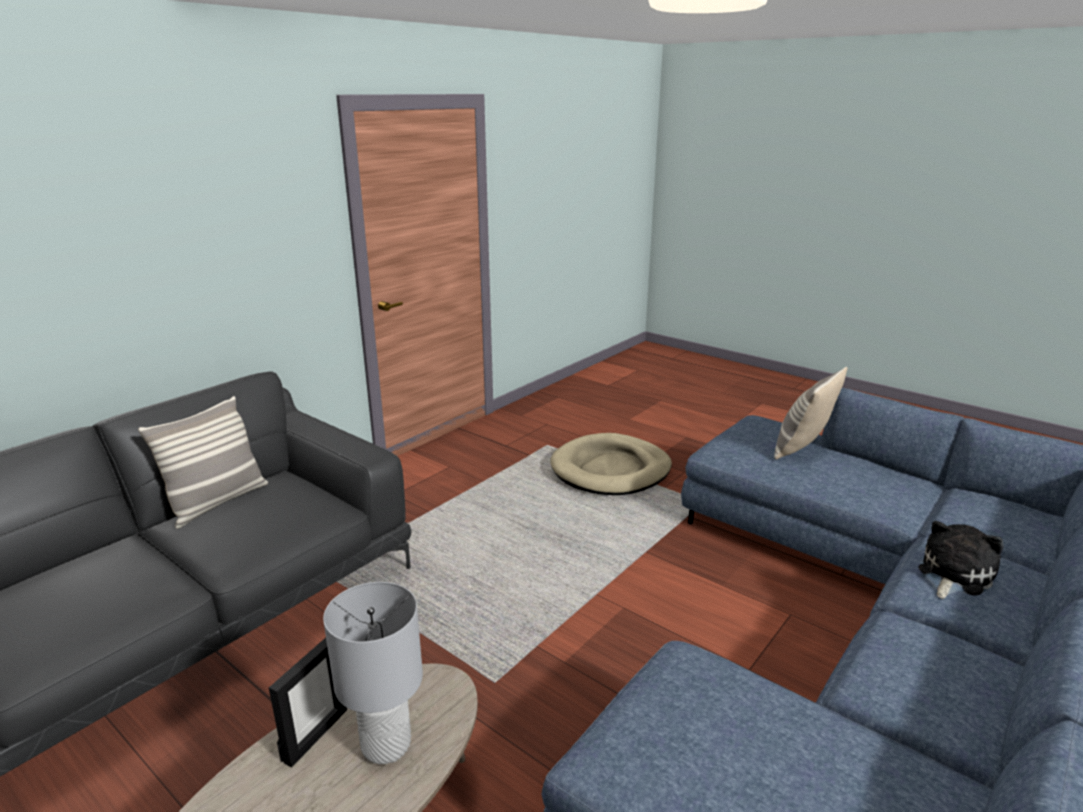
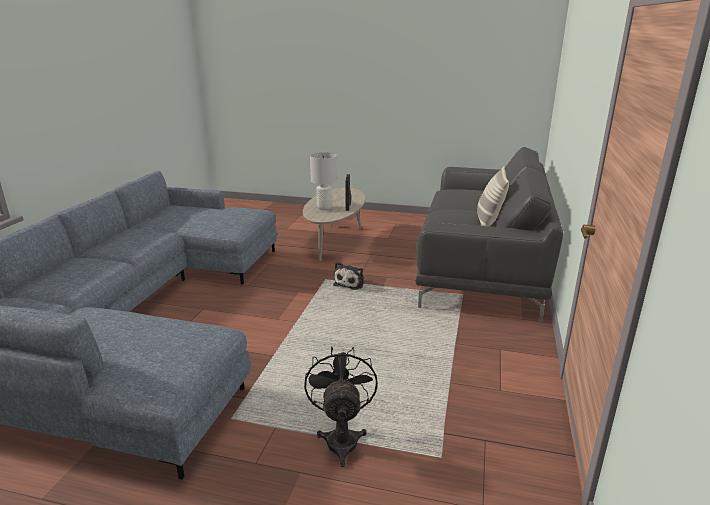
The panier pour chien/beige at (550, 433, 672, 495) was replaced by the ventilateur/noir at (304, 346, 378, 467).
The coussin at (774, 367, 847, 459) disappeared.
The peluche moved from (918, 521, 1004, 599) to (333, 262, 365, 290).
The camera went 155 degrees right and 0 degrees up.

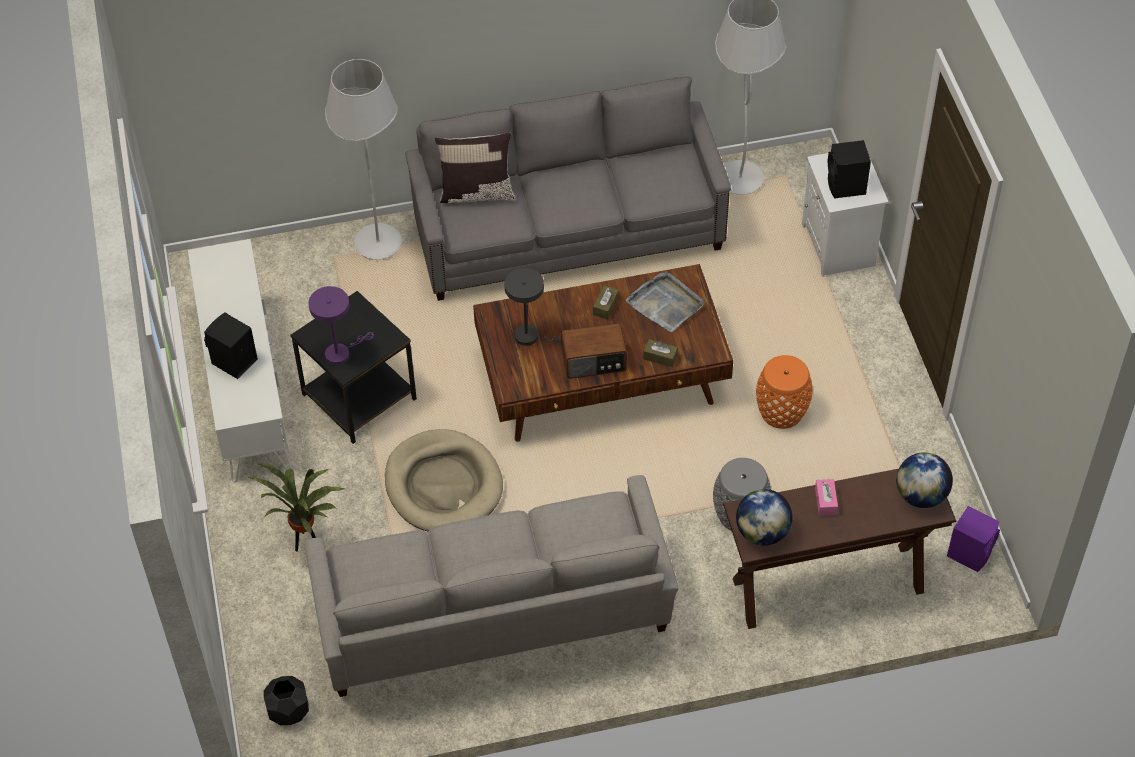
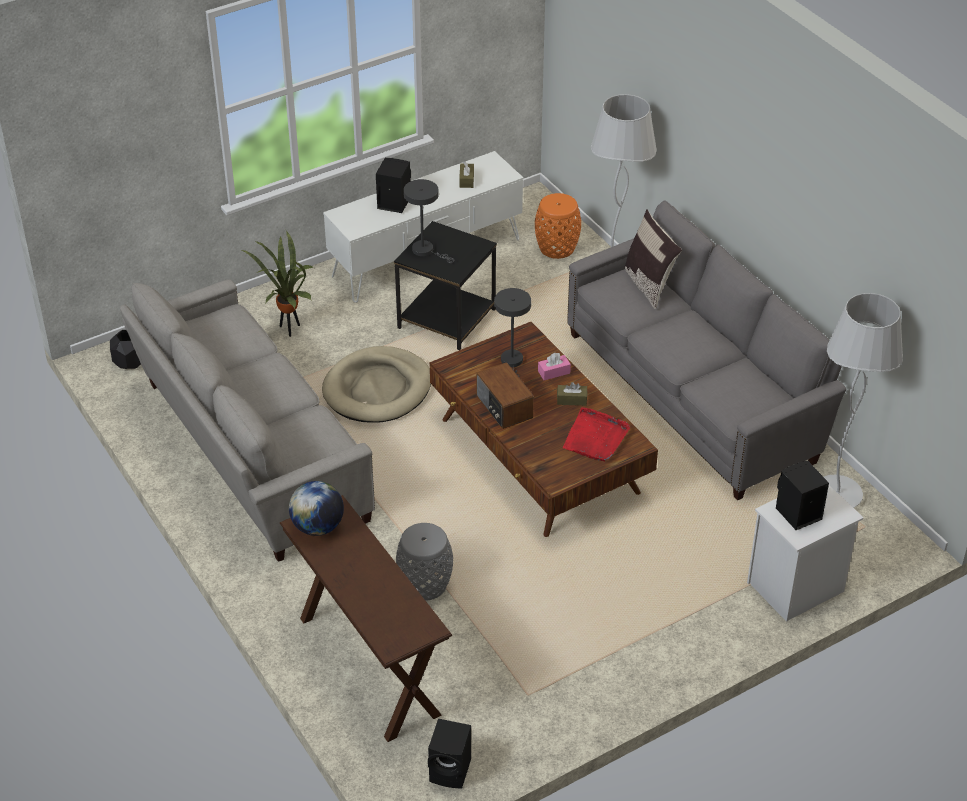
The lampe de table/violet at (308, 286, 374, 365) became the lampe de table/gris at (403, 179, 454, 263).
The plateau/gris at (625, 272, 704, 332) became the plateau/rouge at (563, 407, 630, 461).
The boîte à mouchoirs/marron moved from (643, 339, 678, 367) to (459, 161, 474, 188).
The tabouret/orange moved from (756, 355, 813, 429) to (535, 193, 581, 259).
The boîte à mouchoirs/rose moved from (815, 479, 838, 516) to (538, 353, 571, 380).
The globe at (896, 452, 953, 508) disappeared.
The enceinte/violet at (947, 506, 1000, 572) became the enceinte/noir at (428, 719, 471, 788).
The camera went 70 degrees right and 10 degrees down.

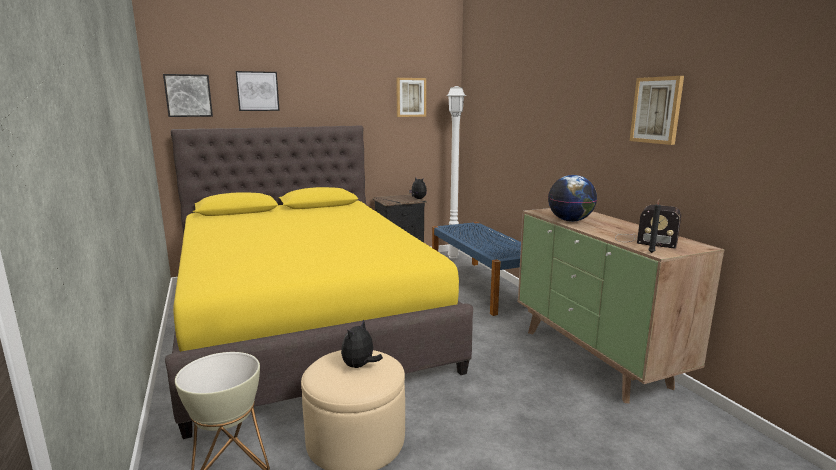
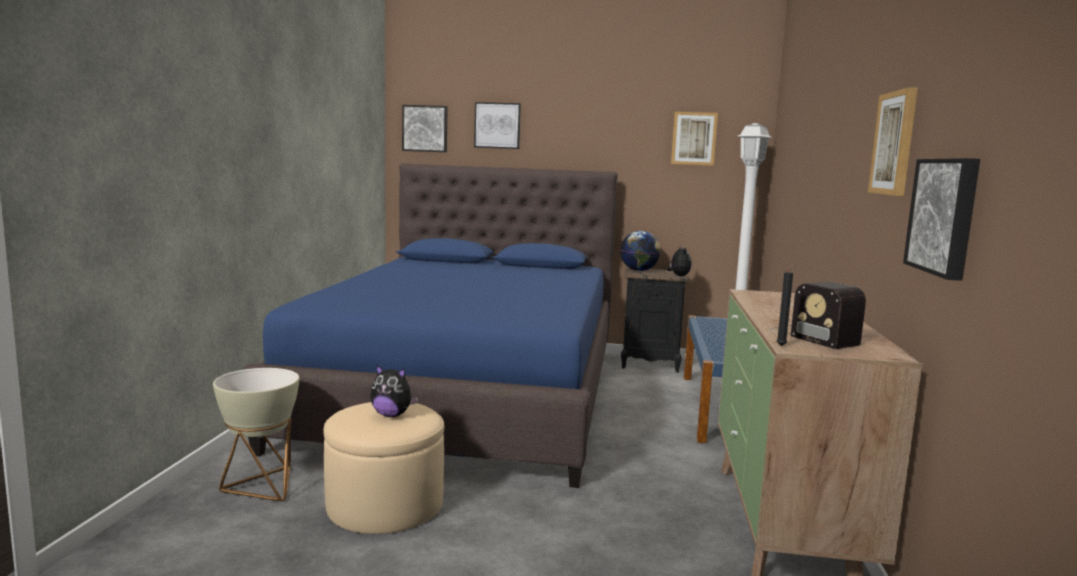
The lit/jaune at (165, 125, 473, 439) became the lit/bleu at (243, 163, 618, 488).
The peluche at (341, 320, 383, 368) turned 135 degrees counterclockwise.
The globe moved from (548, 175, 597, 222) to (620, 231, 661, 271).
The tableau at (903, 158, 980, 281) appeared.
The camera went 30 degrees right and 5 degrees down.

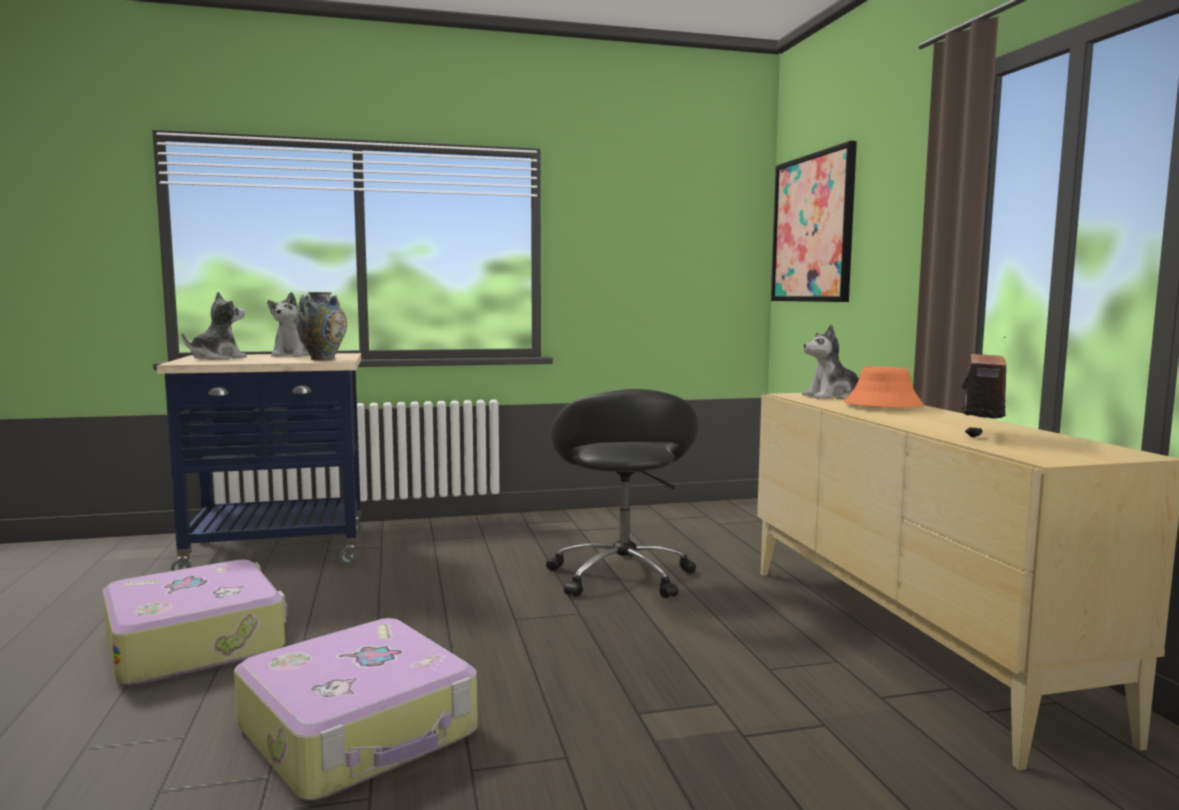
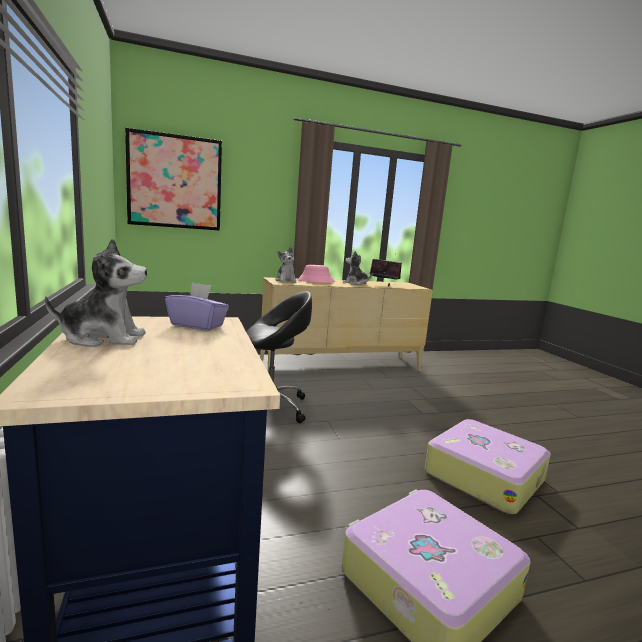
The peluche moved from (182, 292, 247, 360) to (343, 251, 372, 285).
The vase at (296, 292, 347, 360) was replaced by the boîte à mouchoirs/violet at (165, 282, 229, 331).
The chapeau/orange at (844, 367, 924, 408) became the chapeau/rose at (297, 265, 335, 283).
The camera went 95 degrees left and 5 degrees up.

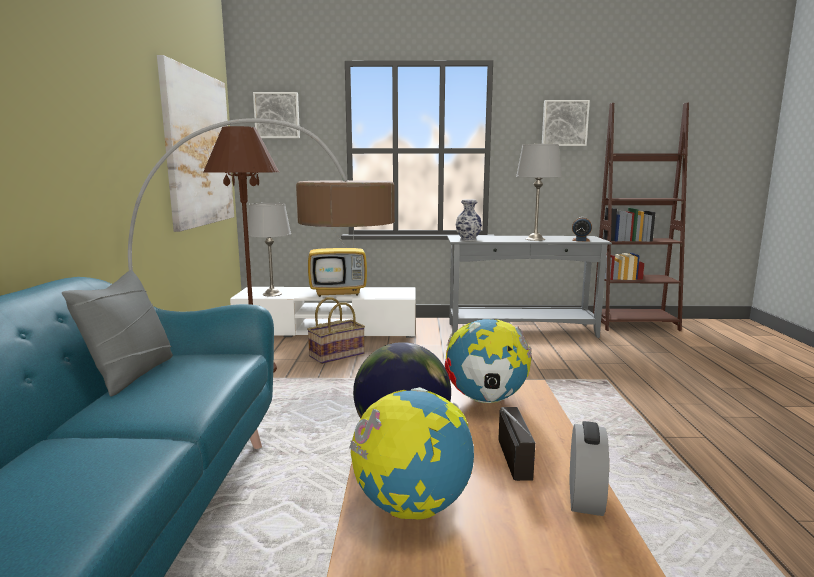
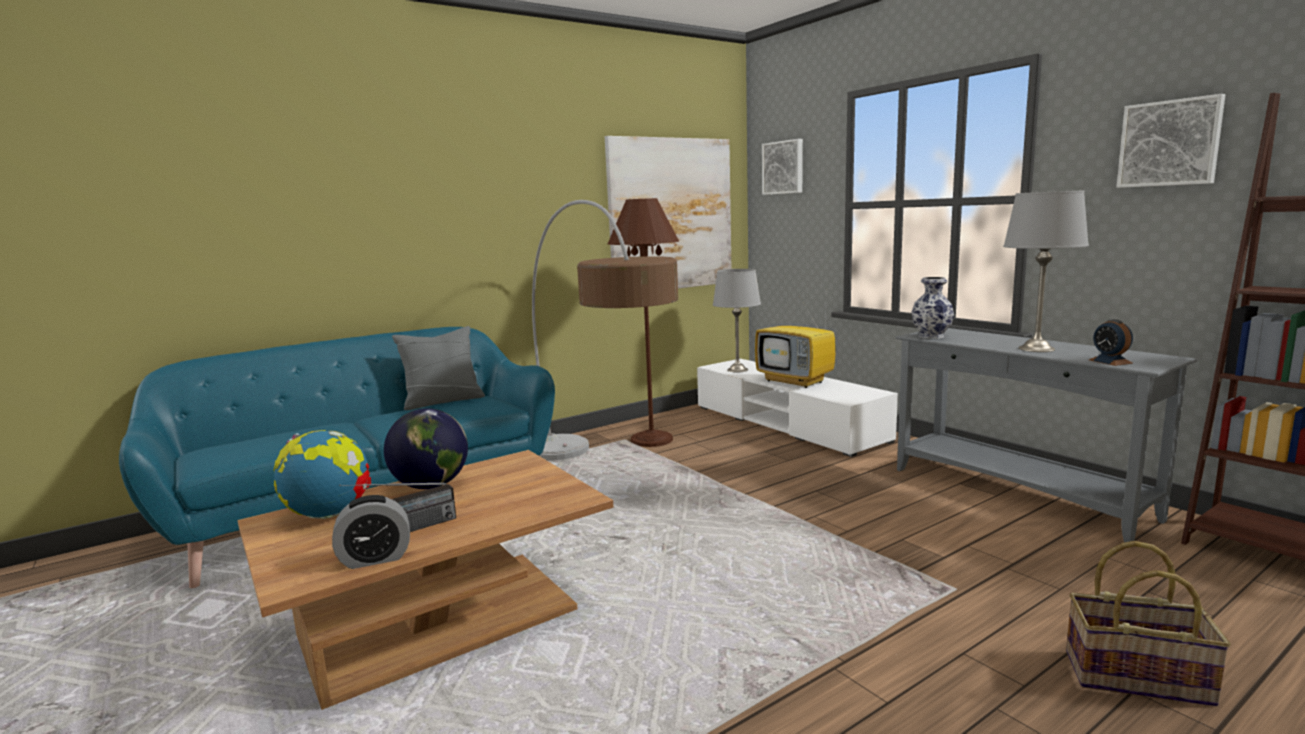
The panier moved from (307, 297, 365, 364) to (1066, 541, 1231, 706).
The globe at (444, 319, 532, 403) disappeared.
The camera went 55 degrees right and 0 degrees up.

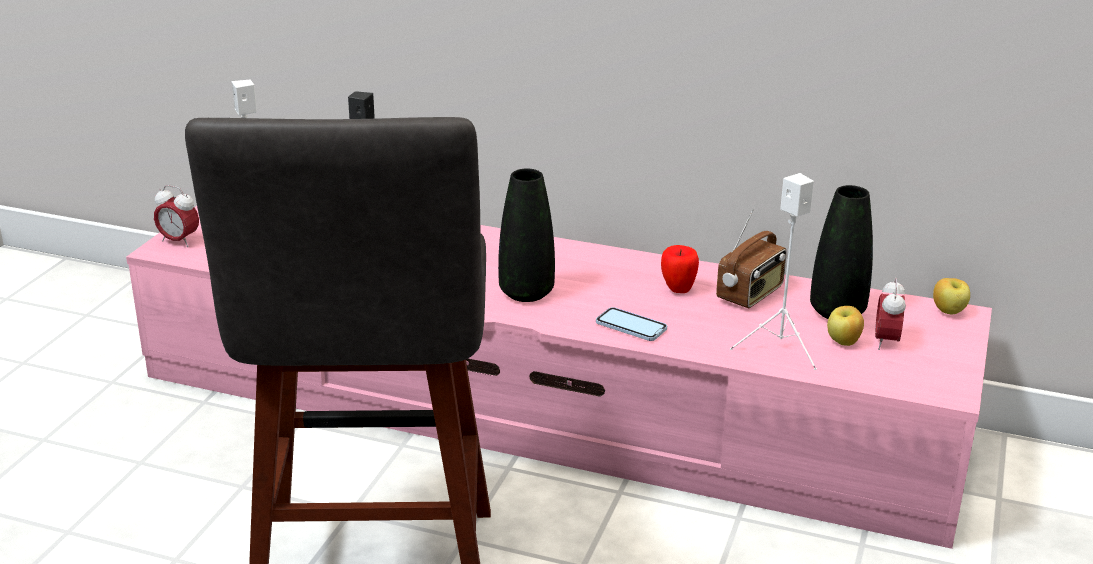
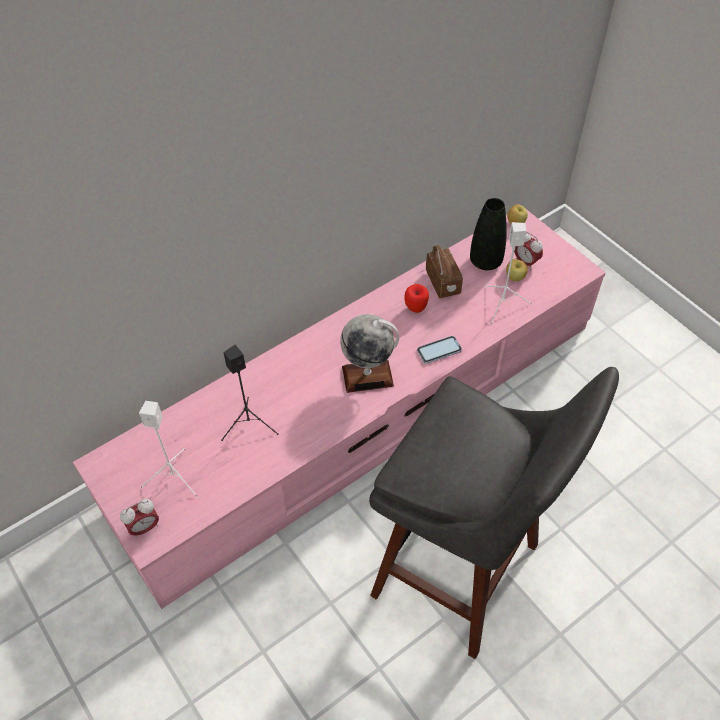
The vase/noir at (498, 168, 555, 302) was replaced by the globe at (340, 314, 399, 393).
The camera went 55 degrees left and 25 degrees up.

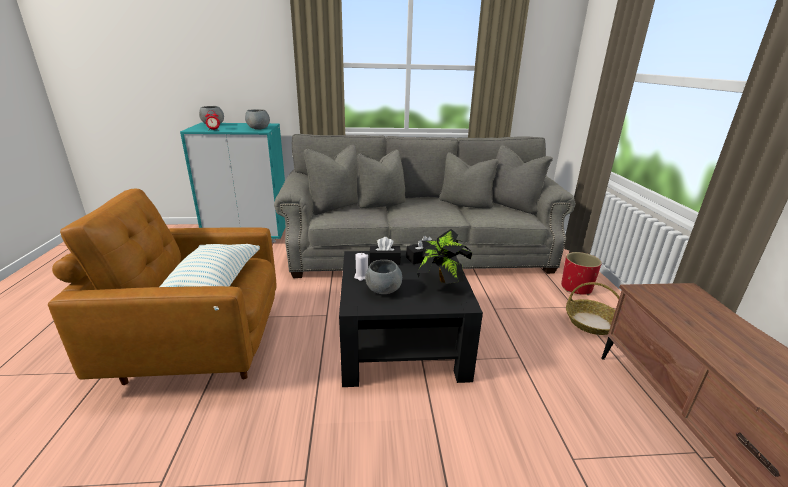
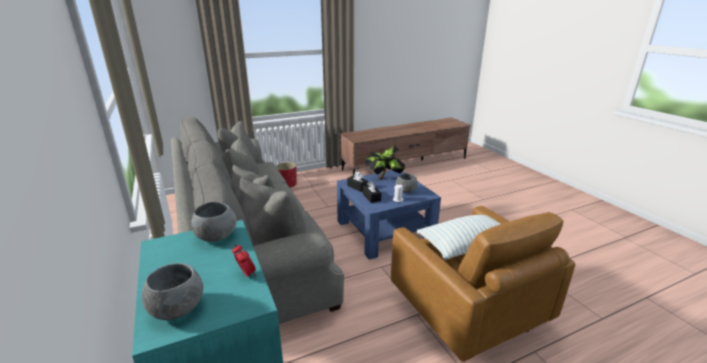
The table basse/noir at (339, 251, 483, 387) became the table basse/bleu at (337, 170, 441, 260).
The panier at (566, 282, 620, 335) disappeared.
The camera went 110 degrees left and 0 degrees up.

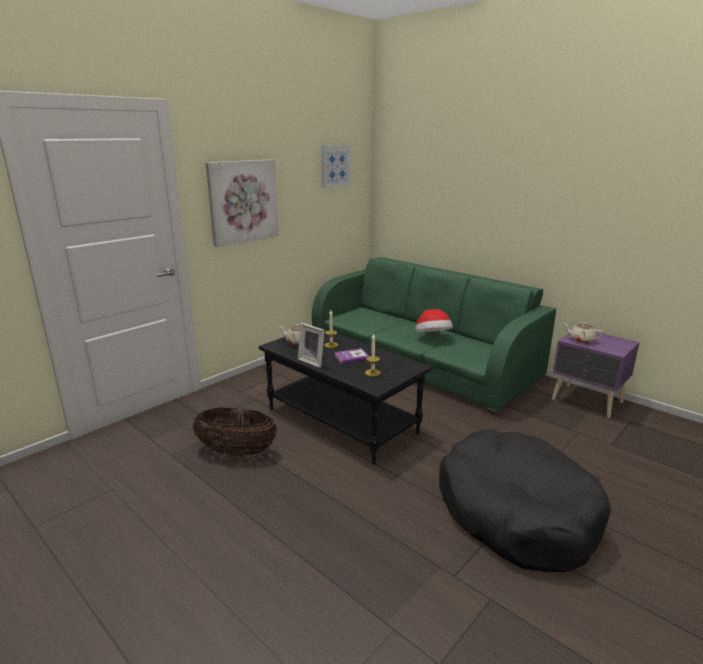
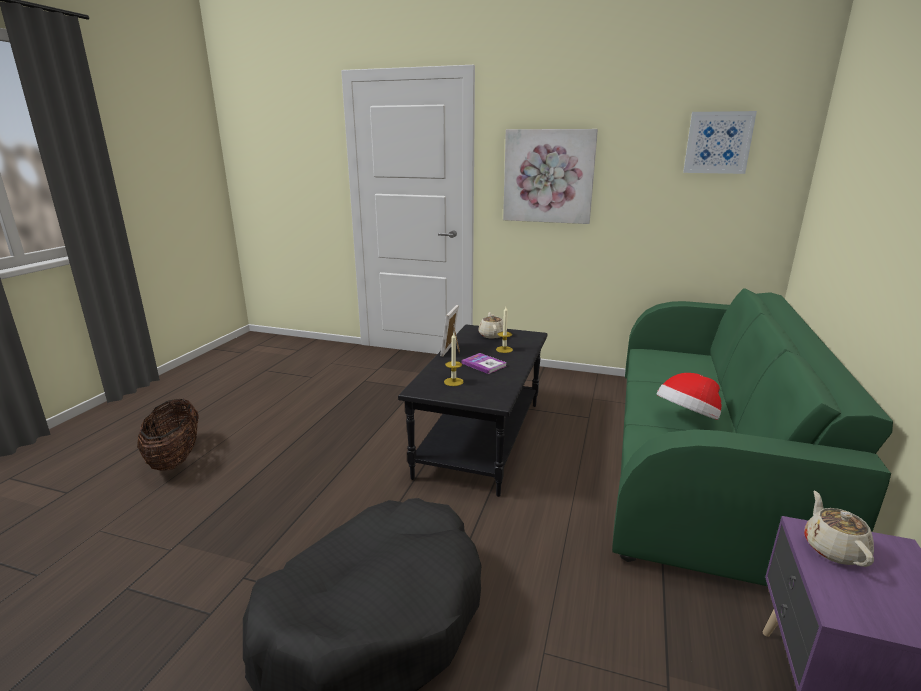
The panier moved from (193, 408, 277, 456) to (137, 399, 198, 471).
The camera went 65 degrees right and 0 degrees up.

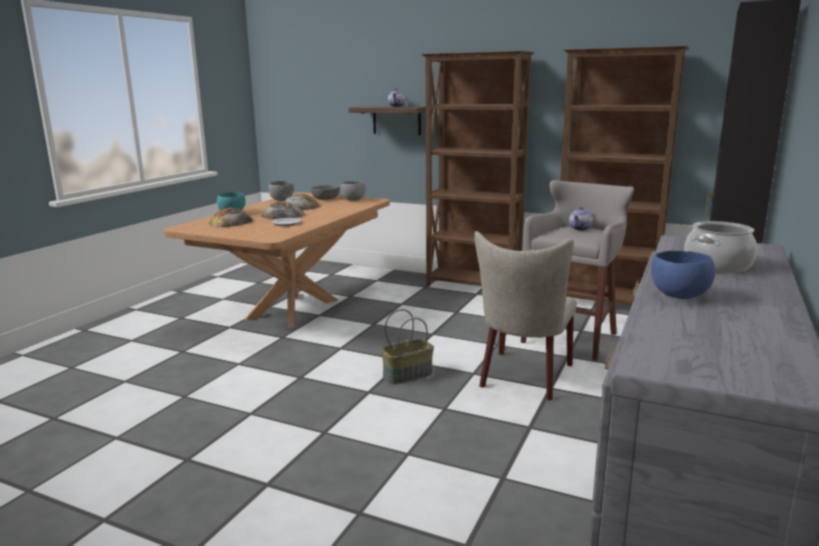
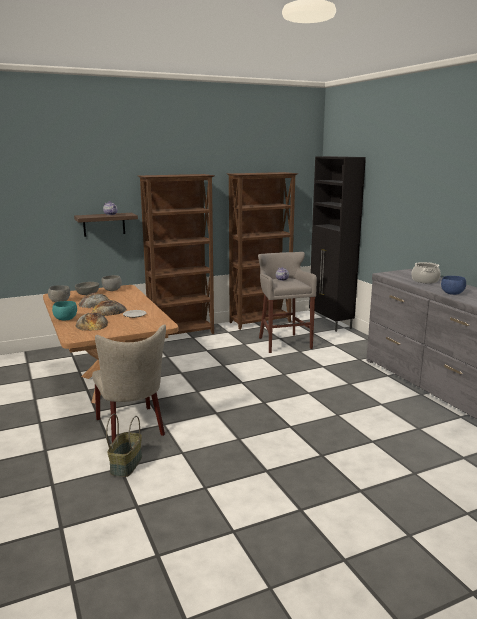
The panier moved from (381, 309, 434, 384) to (106, 414, 142, 477).
The chaise/beige moved from (474, 231, 577, 400) to (92, 324, 166, 442).
The camera went 50 degrees left and 0 degrees up.

